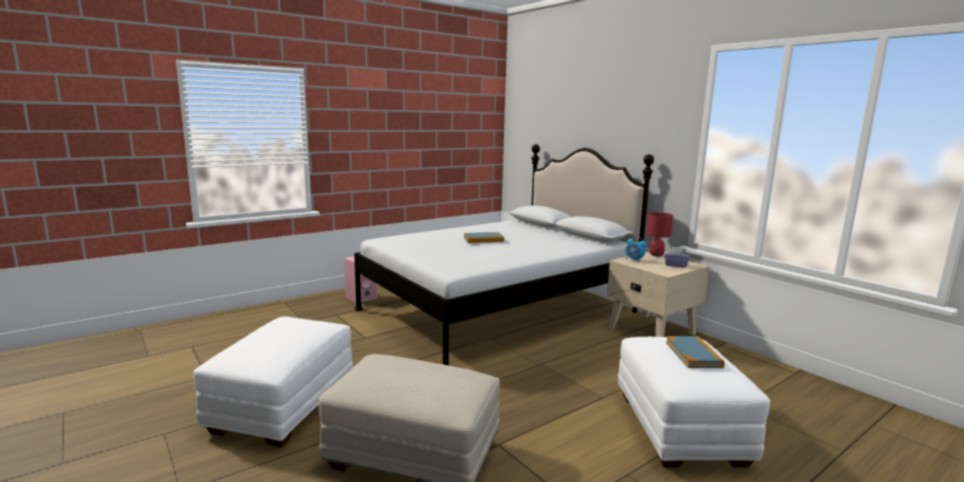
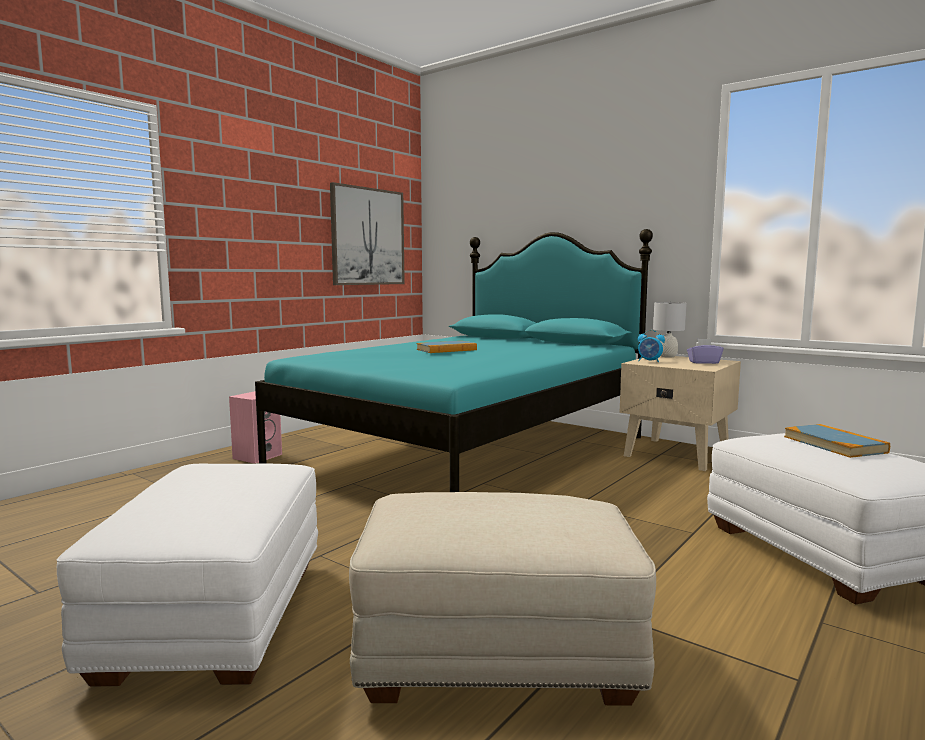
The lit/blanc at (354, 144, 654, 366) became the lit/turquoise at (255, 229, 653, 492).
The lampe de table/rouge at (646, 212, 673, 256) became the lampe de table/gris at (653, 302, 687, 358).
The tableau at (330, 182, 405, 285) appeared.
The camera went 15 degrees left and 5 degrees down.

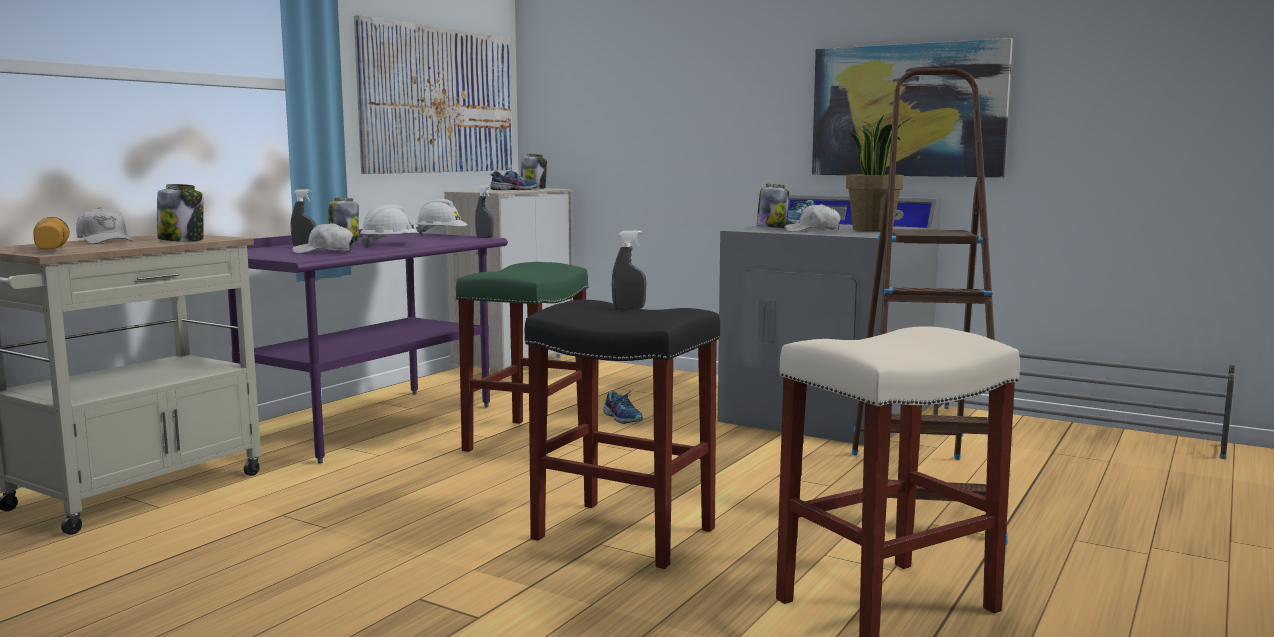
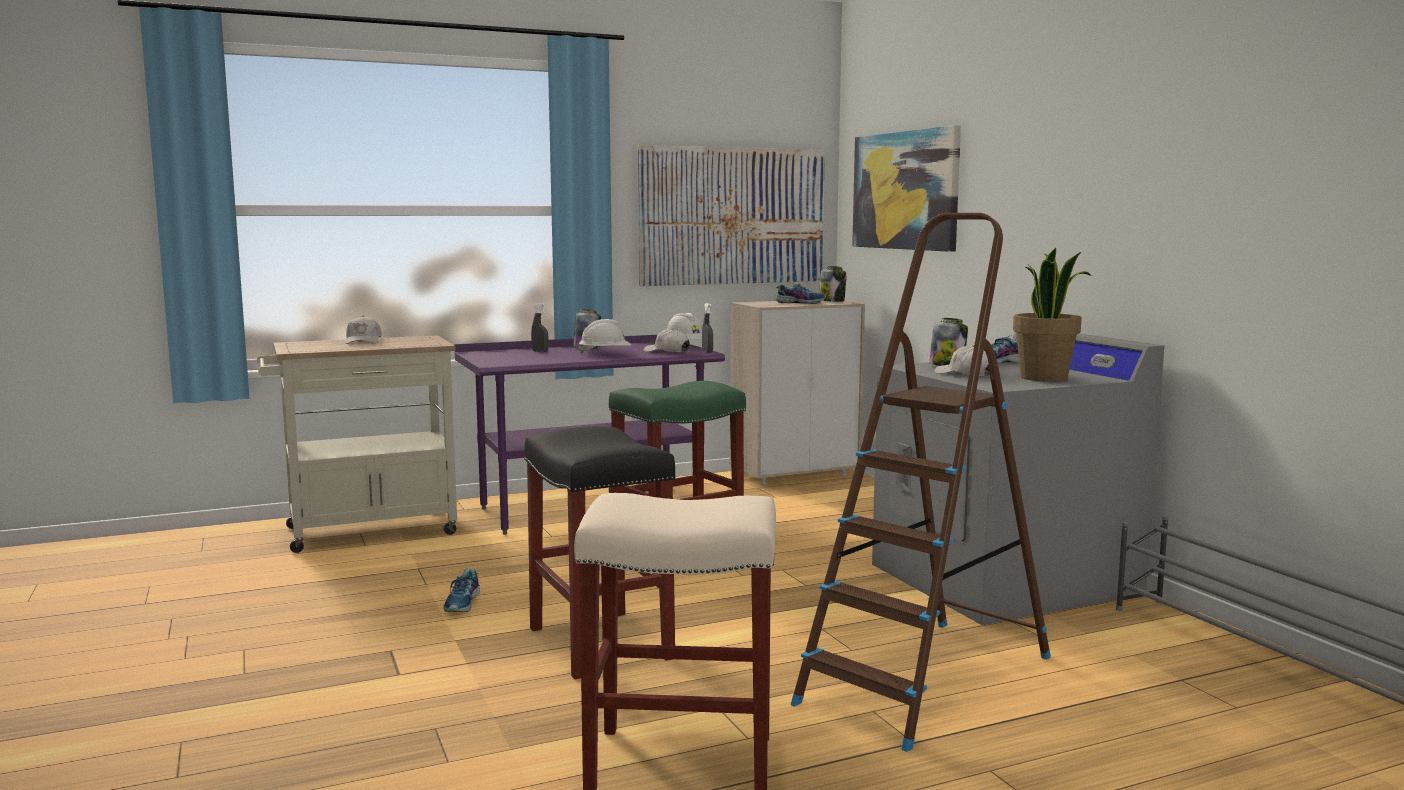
The lampe de poche at (33, 217, 70, 249) disappeared.
The bocal at (157, 184, 204, 241) disappeared.
The casquette/blanc moved from (292, 223, 354, 254) to (644, 329, 690, 352).
The chaussure moved from (603, 390, 643, 424) to (443, 568, 480, 612).
The vaporisateur/gris at (612, 230, 647, 309) disappeared.
The tableau moved from (812, 38, 1013, 177) to (852, 125, 961, 252).
The camera went 35 degrees right and 0 degrees up.

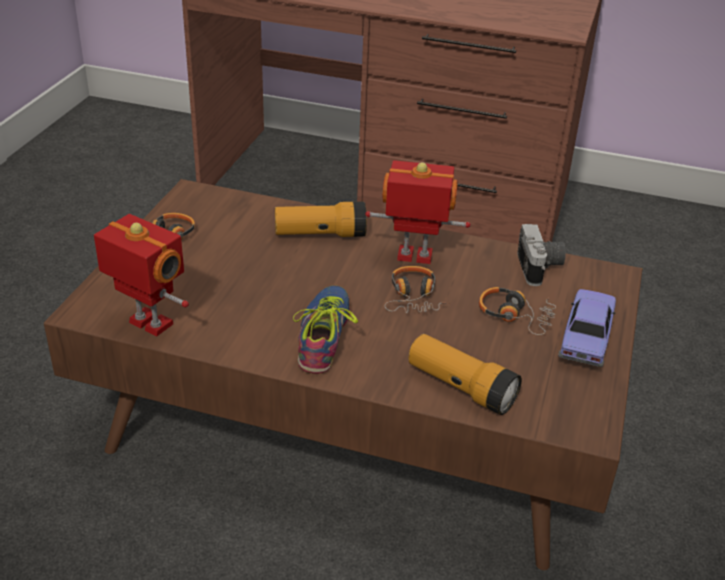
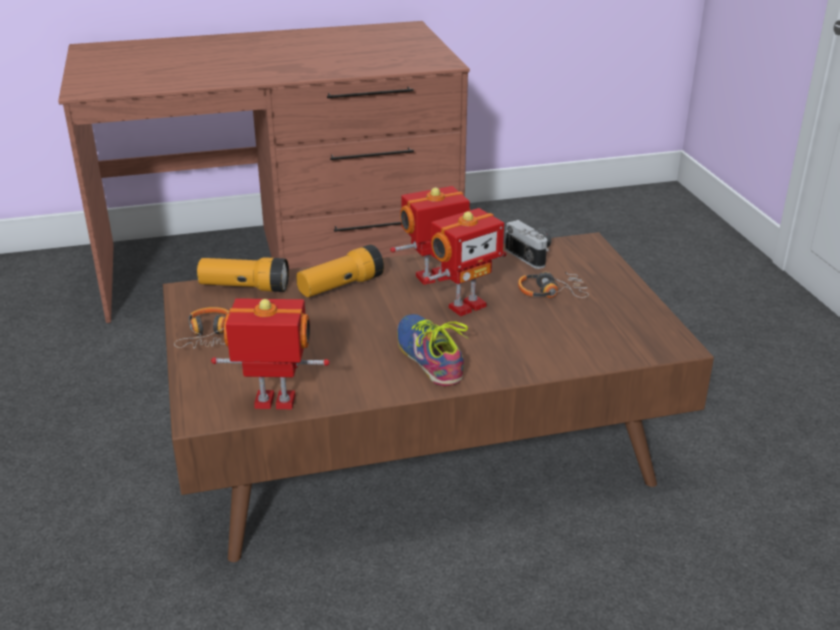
The casque audio at (385, 266, 449, 313) was replaced by the robot jouet at (424, 208, 506, 316).
The lampe de poche moved from (409, 334, 522, 415) to (197, 257, 289, 292).
The petite voiture at (558, 289, 616, 367) disappeared.
The camera went 30 degrees left and 5 degrees down.

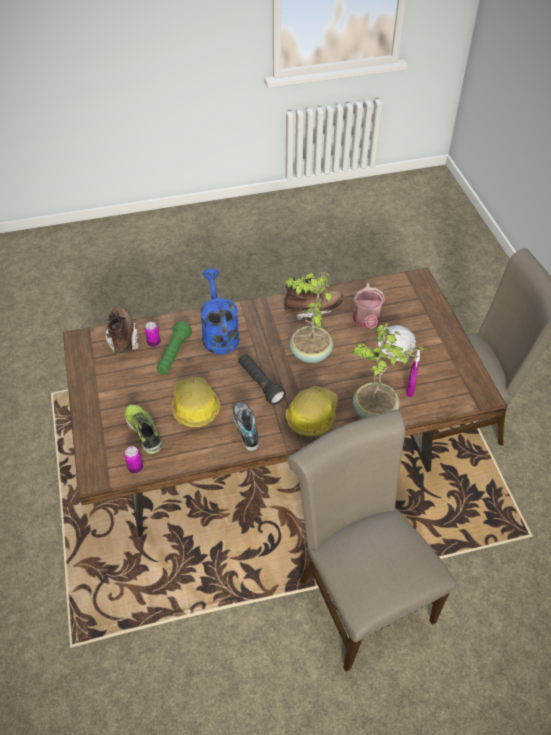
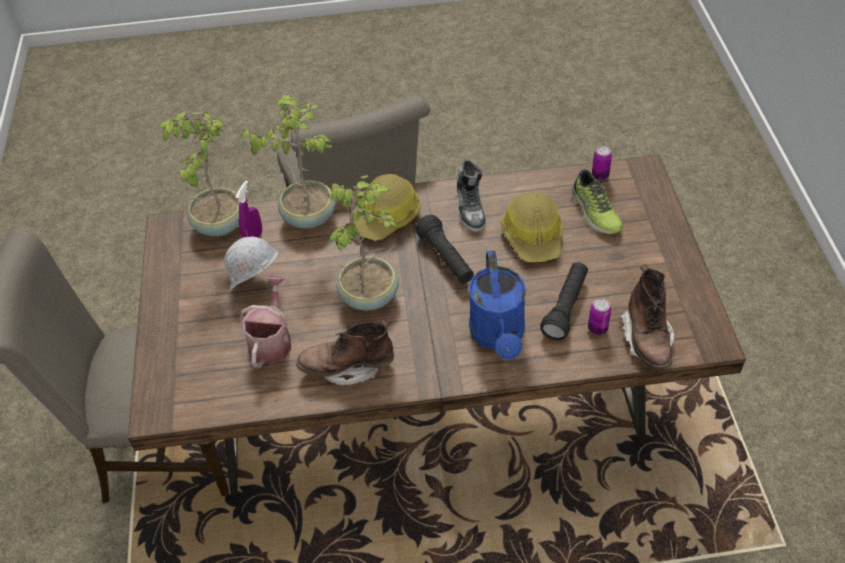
The lampe de poche/vert at (157, 321, 192, 375) became the lampe de poche/noir at (540, 262, 588, 340).
The plante en pot at (157, 112, 240, 236) appeared.
The camera went 170 degrees left and 0 degrees up.

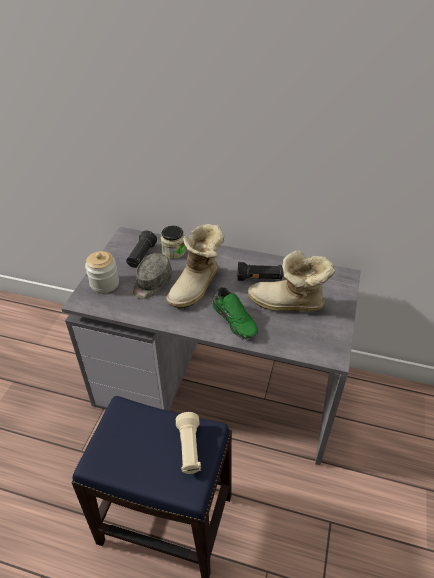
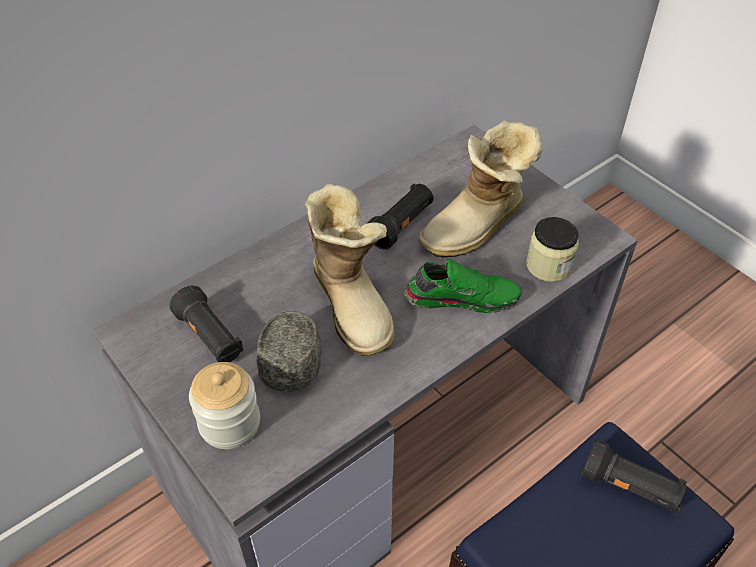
The casquette/gris at (133, 253, 172, 299) turned 150 degrees counterclockwise.
The bocal moved from (161, 226, 186, 259) to (526, 217, 579, 282).
The lampe de poche/beige at (176, 412, 201, 474) became the lampe de poche/noir at (581, 440, 687, 513).
The camera went 55 degrees left and 5 degrees up.

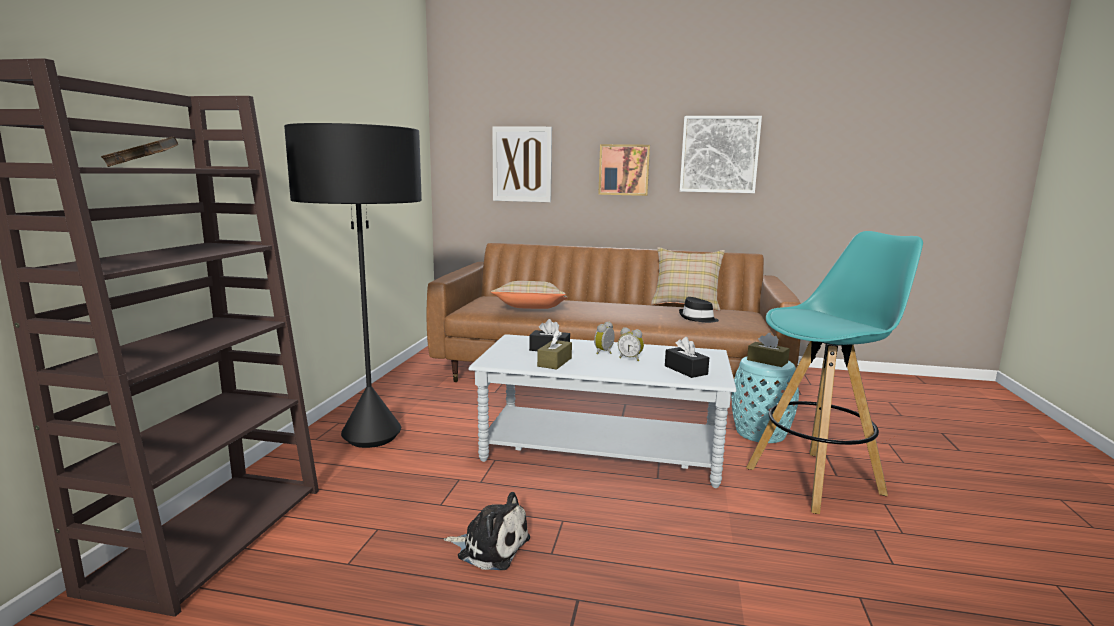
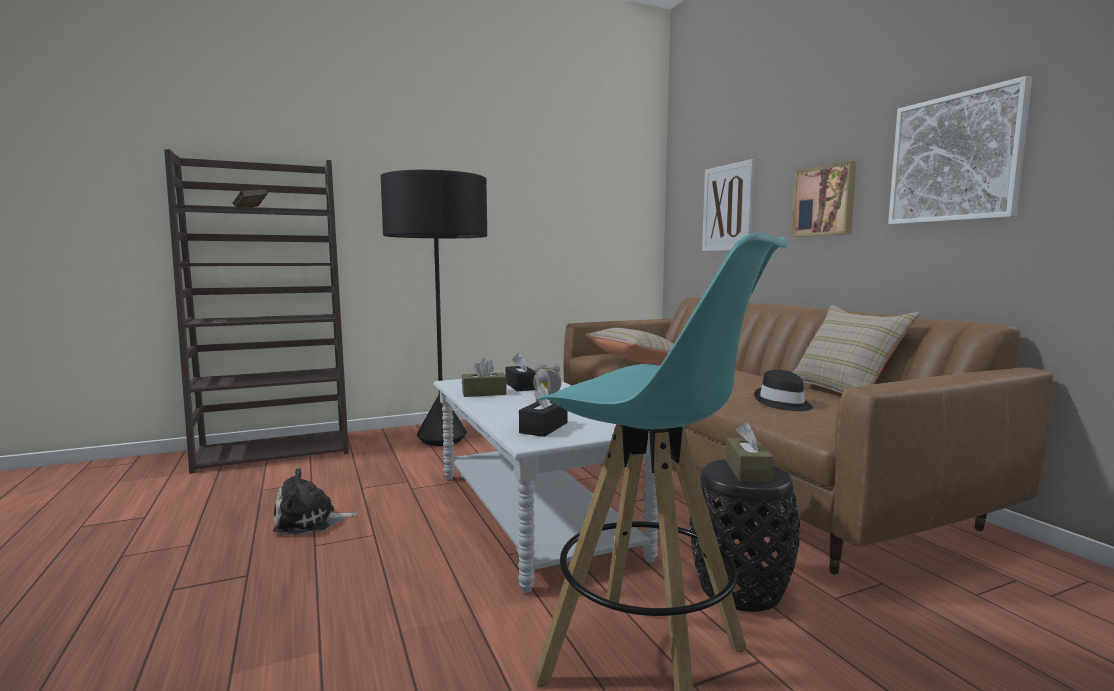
The peluche at (444, 492, 530, 570) turned 90 degrees clockwise.
The tabouret/turquoise at (731, 357, 799, 443) became the tabouret/noir at (690, 459, 800, 612).
The camera went 55 degrees right and 5 degrees down.

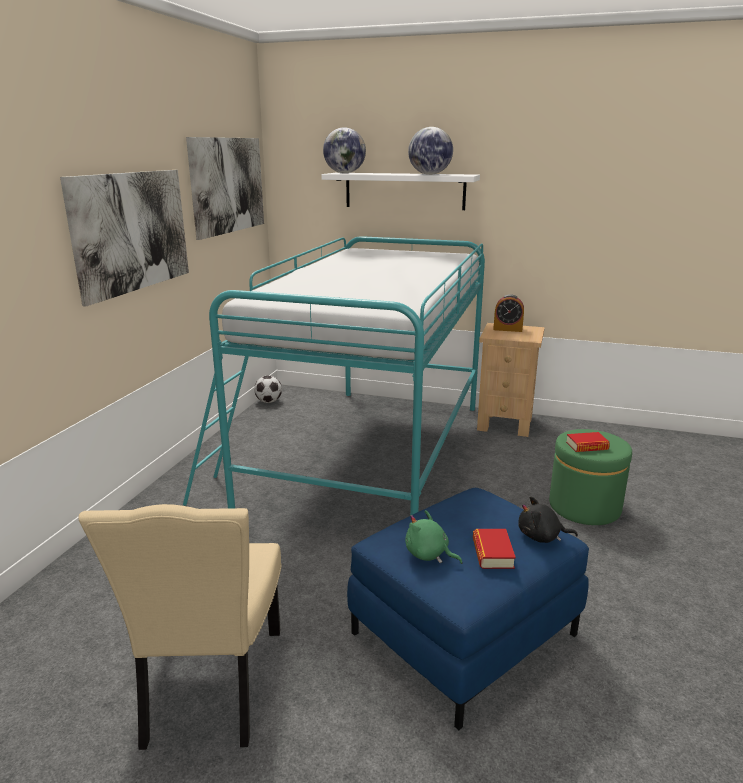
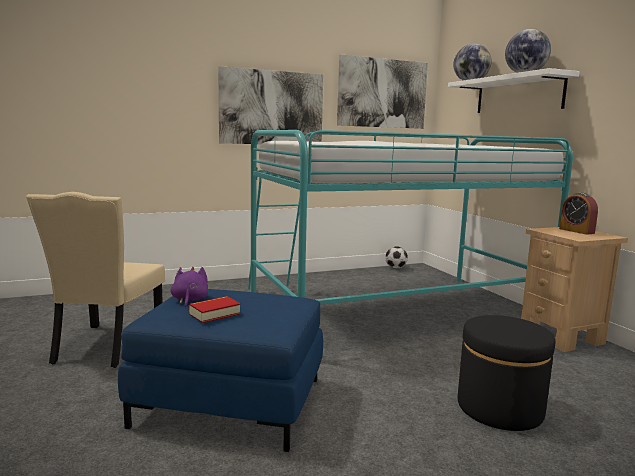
The chaise/beige at (78, 504, 282, 750) turned 45 degrees counterclockwise.
The peluche/vert at (405, 510, 462, 564) became the peluche/violet at (170, 267, 208, 307).
The peluche/noir at (518, 496, 578, 543) disappeared.
The pouf/vert at (549, 429, 632, 525) became the pouf/noir at (458, 315, 555, 431).
The livre at (566, 432, 610, 452) disappeared.
The camera went 50 degrees right and 10 degrees down.

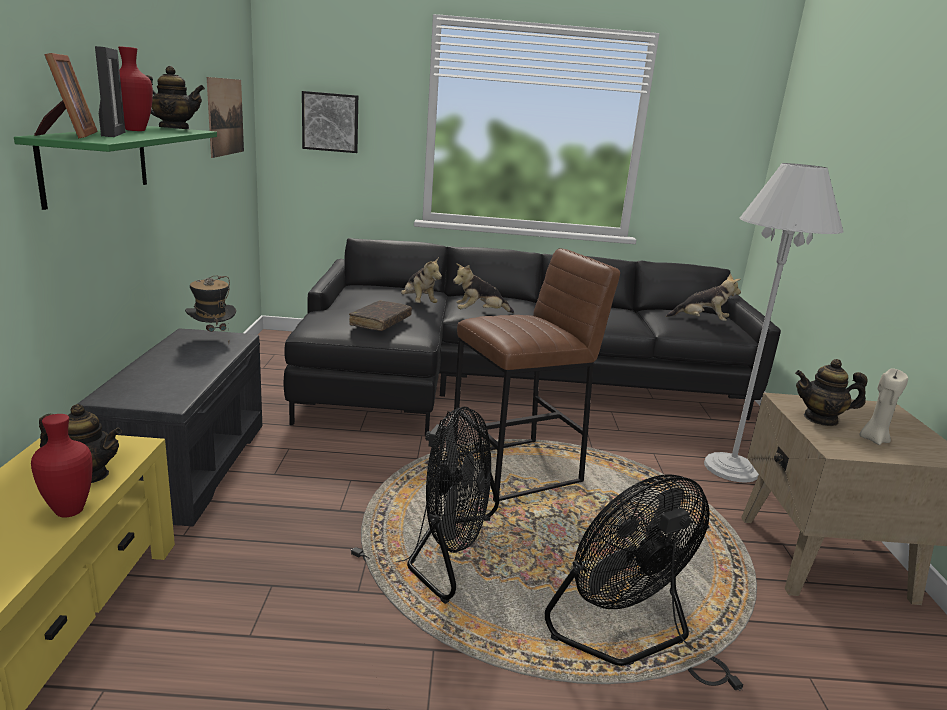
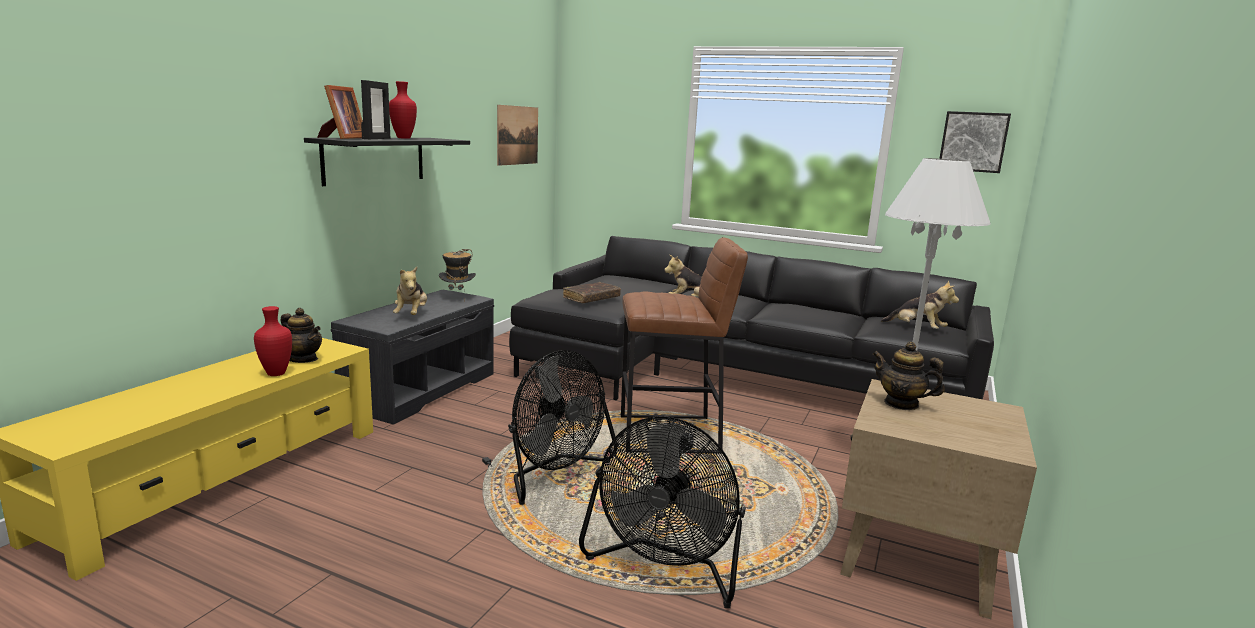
The étagère/vert at (14, 126, 217, 210) became the étagère/noir at (304, 138, 470, 186).
The théière at (146, 66, 205, 129) disappeared.
The tableau moved from (302, 91, 358, 153) to (939, 111, 1011, 173).
The peluche moved from (401, 257, 442, 303) to (393, 267, 427, 315).
The ventilateur/noir at (545, 474, 743, 691) turned 150 degrees counterclockwise.
The bougie/beige at (860, 368, 908, 445) disappeared.
The camera went 25 degrees right and 5 degrees down.

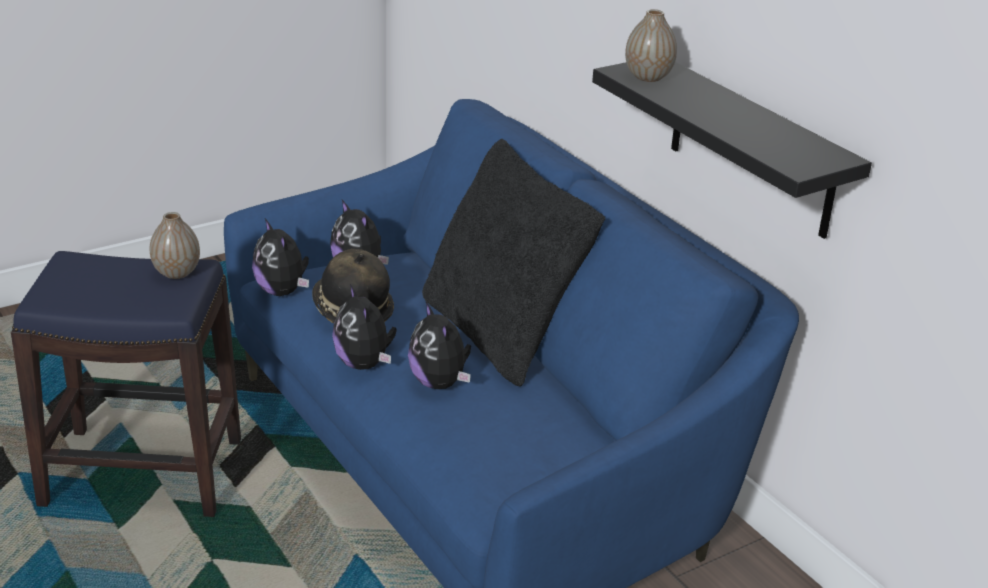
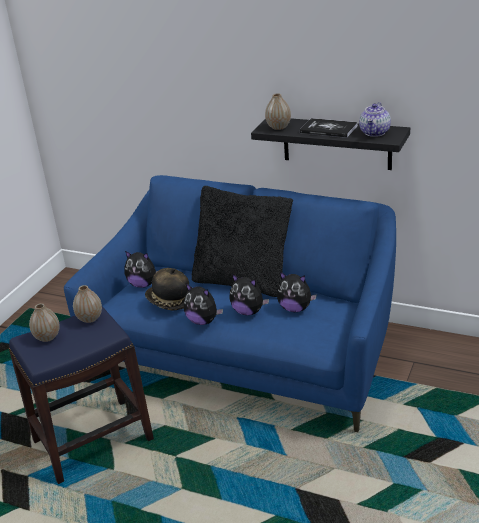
The peluche moved from (252, 219, 309, 296) to (277, 272, 317, 312).
The vase at (29, 303, 60, 342) appeared.
The livre at (300, 118, 358, 138) appeared.
The théière at (359, 102, 391, 137) appeared.
The camera went 30 degrees left and 0 degrees up.

